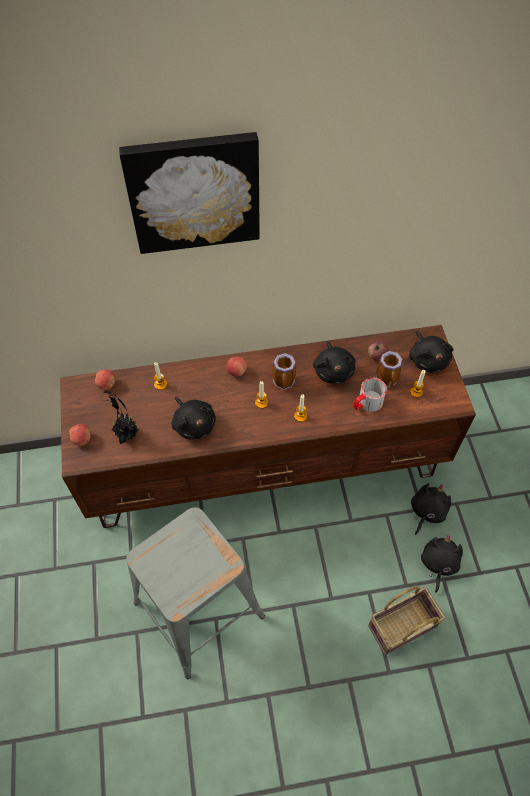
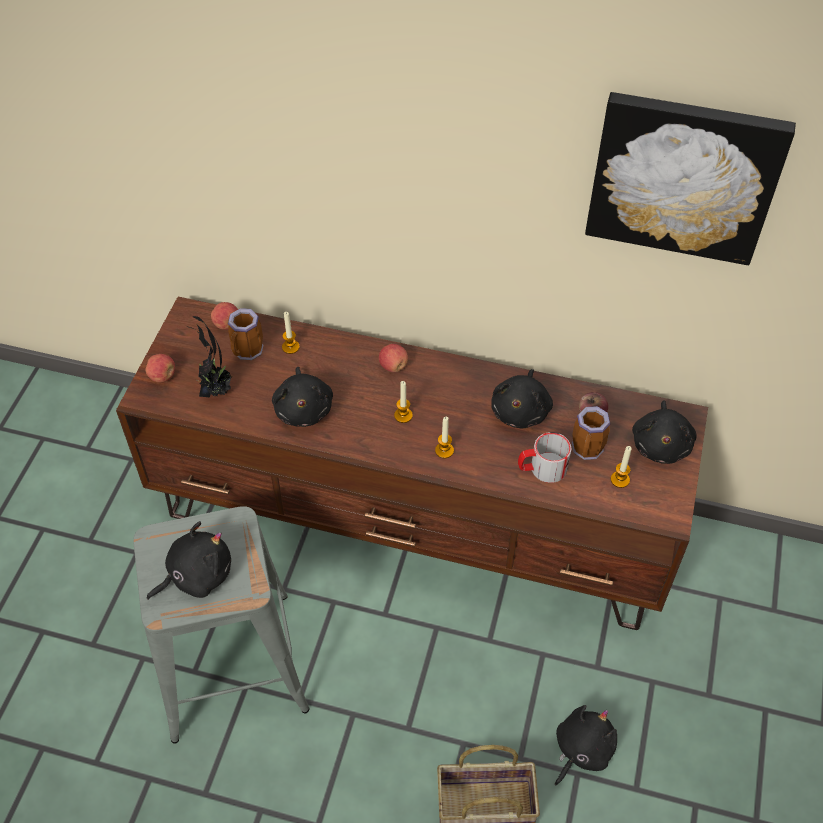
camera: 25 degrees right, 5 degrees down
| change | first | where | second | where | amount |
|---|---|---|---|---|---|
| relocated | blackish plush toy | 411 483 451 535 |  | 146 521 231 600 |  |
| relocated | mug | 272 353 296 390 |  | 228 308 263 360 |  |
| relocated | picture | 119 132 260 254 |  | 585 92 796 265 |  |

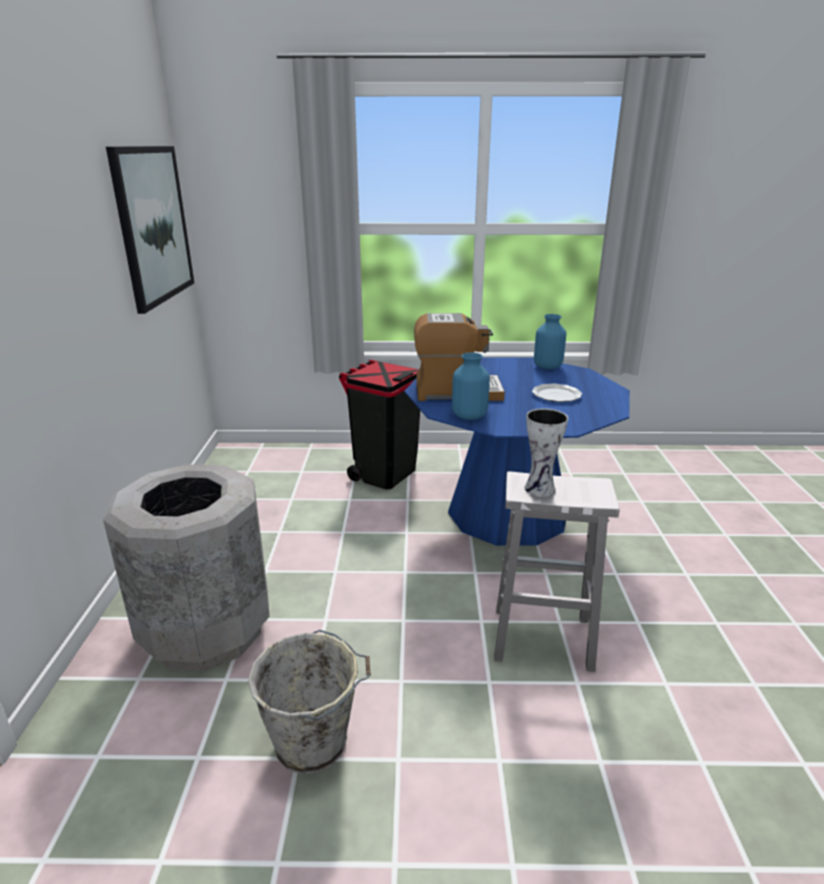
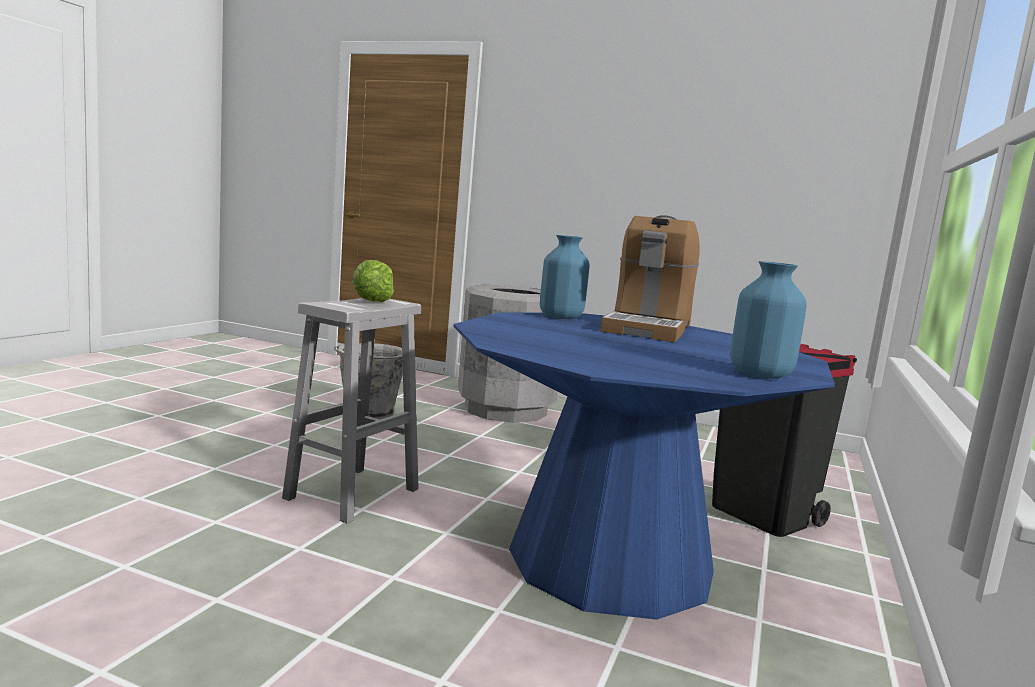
camera: 110 degrees right, 15 degrees down
| change | first | where | second | where | amount |
|---|---|---|---|---|---|
| exchanged | flower vase | 524 408 568 497 | lettuce | 352 260 394 302 |  |
| missing | picture | 106 146 194 314 |  |  |  |
| missing | plate | 532 384 582 402 |  |  |  |

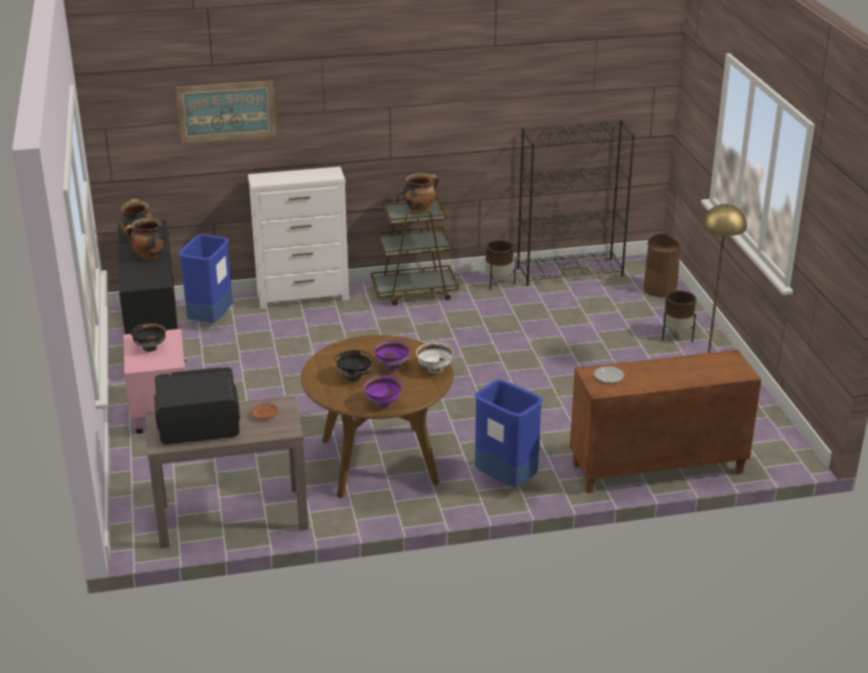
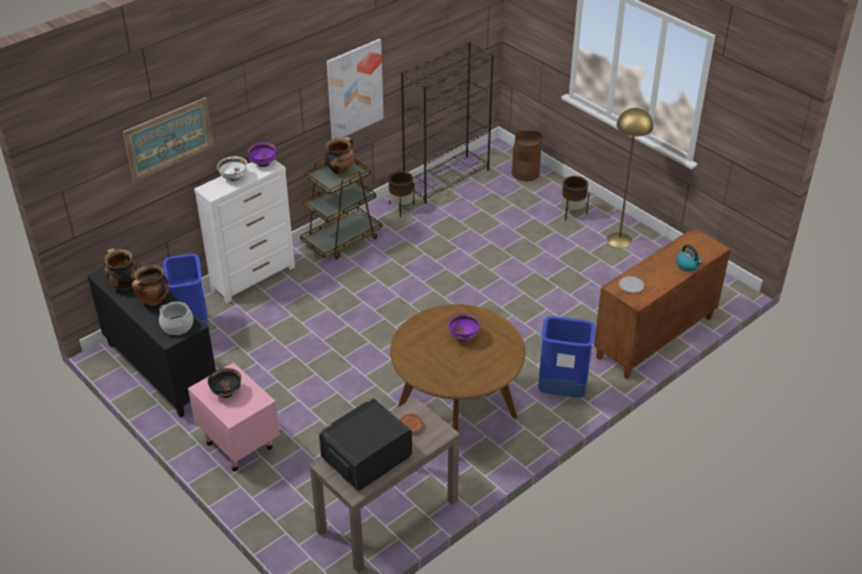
camera: 30 degrees left, 10 degrees up
| change | first | where | second | where | amount |
|---|---|---|---|---|---|
| appeared |  |  | cooking pot | 159 301 193 335 |  |
| relocated | white bowl | 416 342 454 373 |  | 217 156 247 182 |  |
| relocated | purple bowl | 363 375 402 408 |  | 247 142 276 167 |  |
| appeared |  |  | picture | 327 39 384 139 |  |
| appeared |  |  | water kettle | 676 244 702 271 |  |
| missing | blackish bowl | 335 350 373 381 |  |  |  |

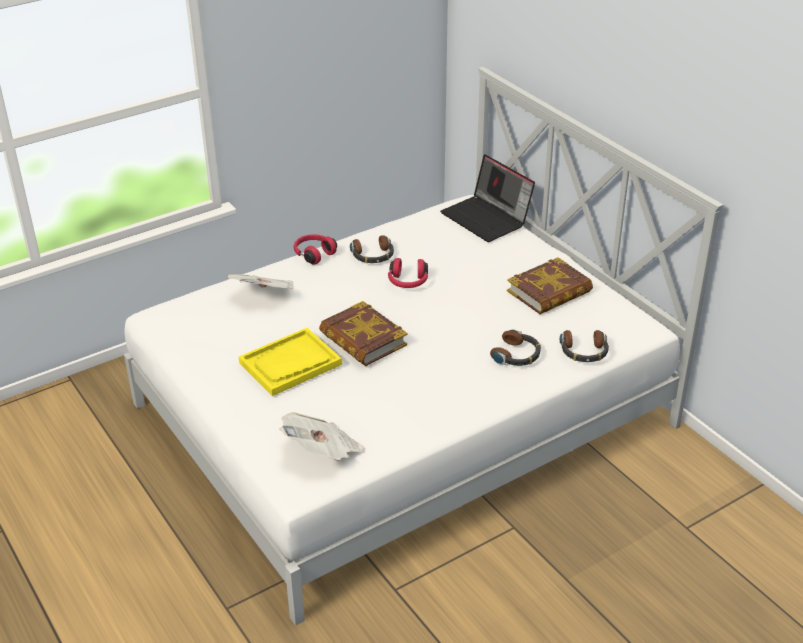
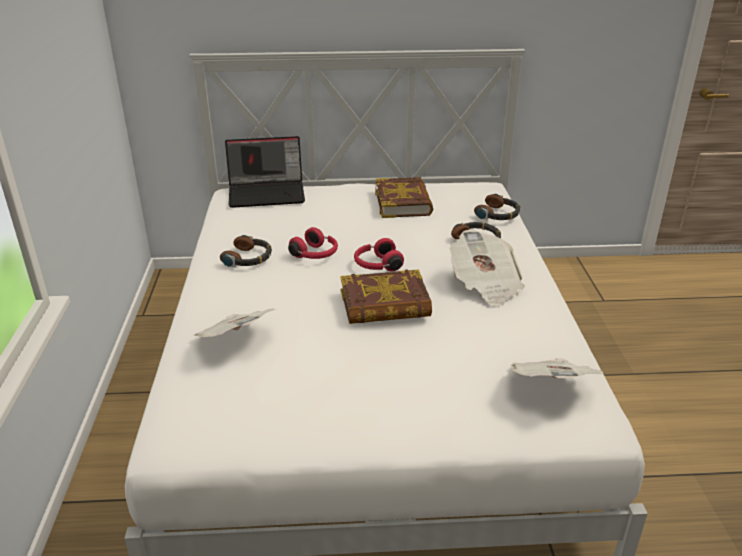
camera: 60 degrees left, 5 degrees down
| change | first | where | second | where | amount |
|---|---|---|---|---|---|
| relocated | red headset | 294 234 337 264 |  | 354 238 404 271 |  |
| appeared |  |  | daily paper | 450 229 525 307 |  |
| missing | yellow tray | 239 328 342 396 |  |  |  |

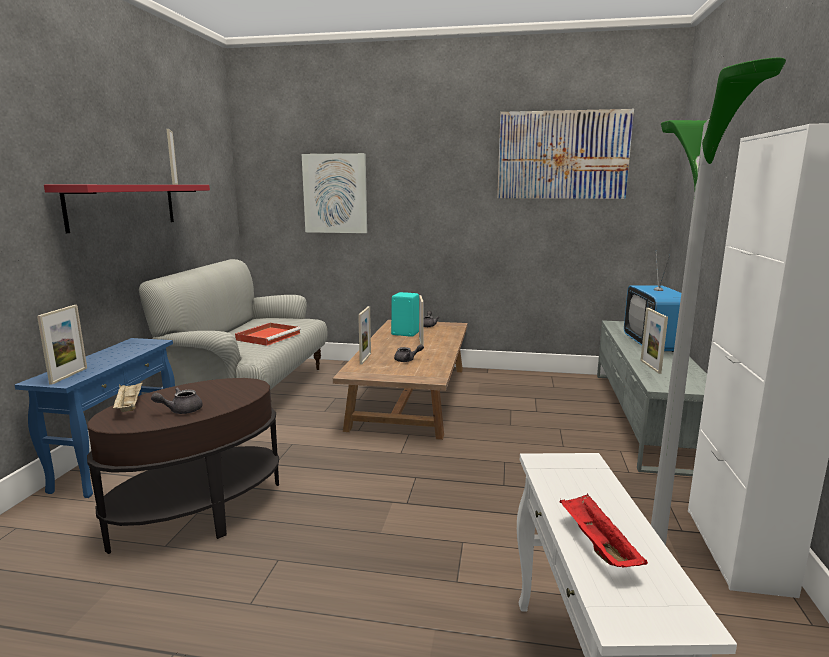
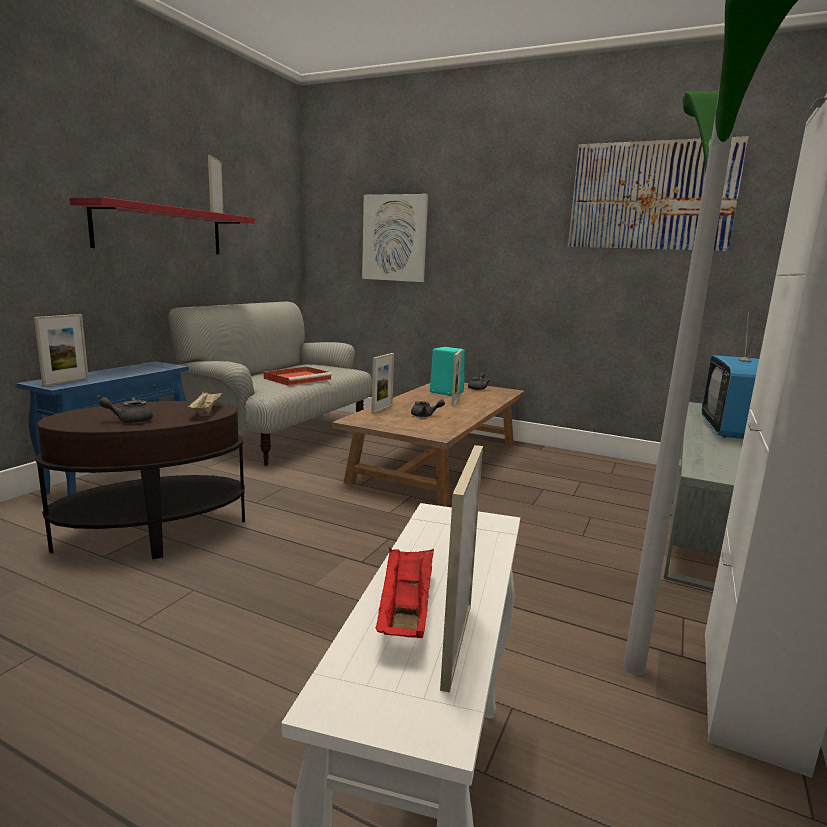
camera: 15 degrees right, 0 degrees up
| change | first | where | second | where | amount |
|---|---|---|---|---|---|
| relocated | beige tray | 113 382 143 412 |  | 188 391 224 414 |  |
| relocated | photo frame | 640 308 668 374 |  | 440 445 483 693 |  |

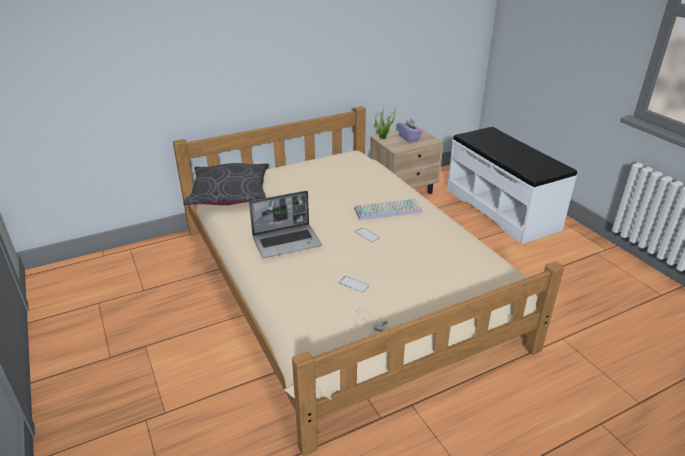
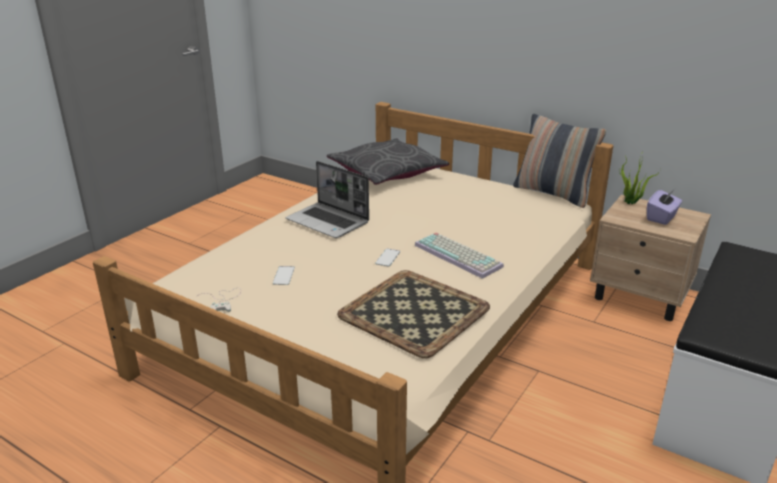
camera: 60 degrees right, 5 degrees down
| change | first | where | second | where | amount |
|---|---|---|---|---|---|
| appeared |  |  | tray | 337 270 490 358 |  |
| appeared |  |  | cushion | 513 114 606 208 |  |

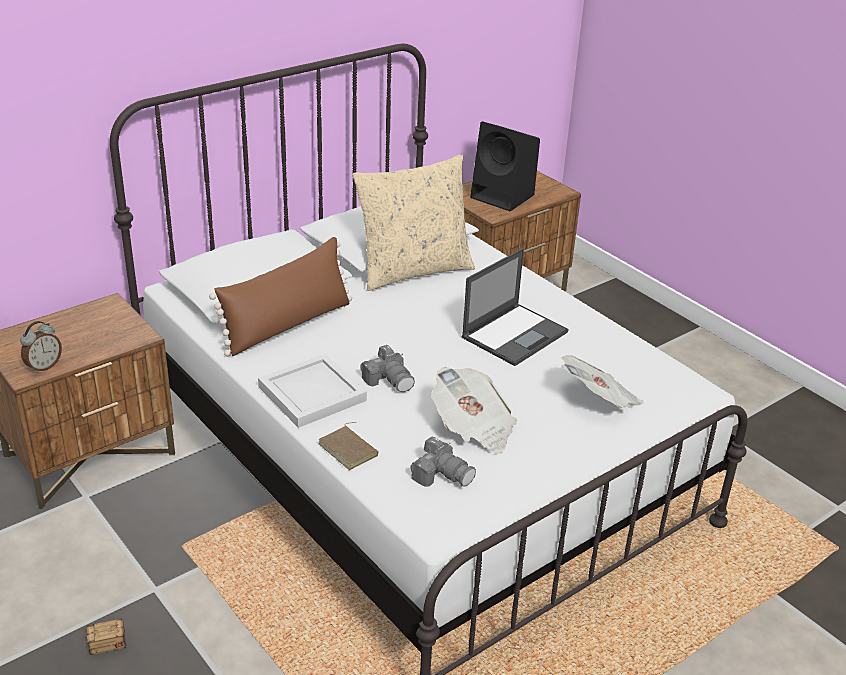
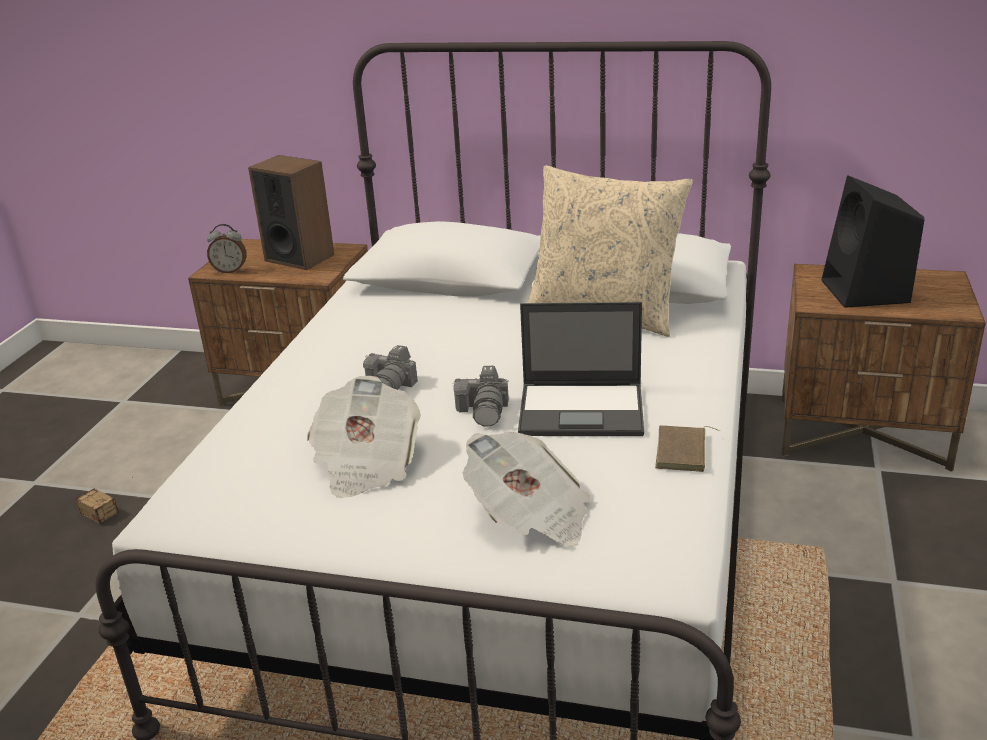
camera: 55 degrees right, 5 degrees down
| change | first | where | second | where | amount |
|---|---|---|---|---|---|
| appeared |  |  | audio speaker | 248 155 334 270 |  |
| relocated | photo camera | 410 437 476 487 |  | 453 366 509 427 |  |
| relocated | brownish volume | 318 422 379 470 |  | 655 425 720 472 |  |
| missing | brownish cushion | 209 237 352 357 |  |  |  |
| missing | white tray | 258 354 367 428 |  |  |  |

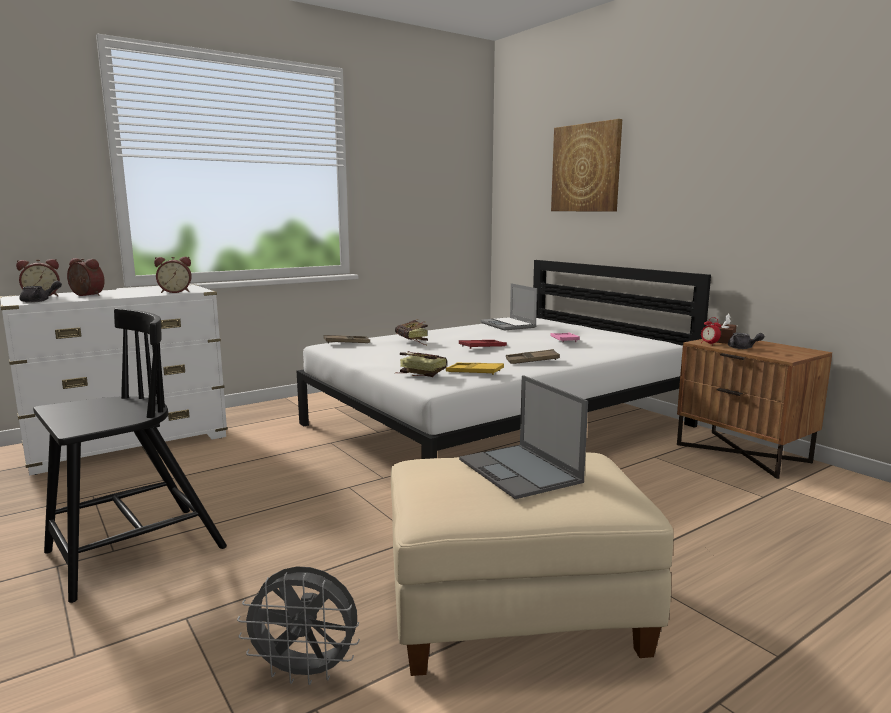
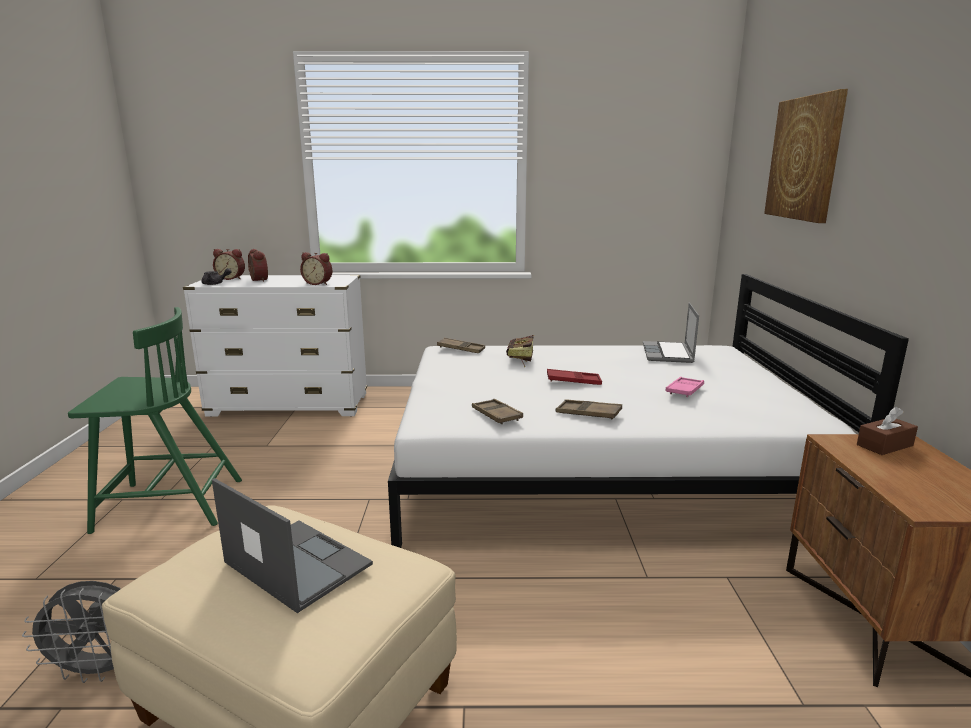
camera: 35 degrees right, 5 degrees up
| change | first | where | second | where | amount |
|---|---|---|---|---|---|
| spun | gray fan | 237 567 360 685 |  | 22 581 121 683 | 45 degrees counterclockwise |
| colour | blackish upright chair | 33 308 227 603 | green-coloured upright chair | 68 307 242 534 |  |
| spun | laptop | 459 375 588 499 |  | 212 478 373 613 | 120 degrees clockwise |
| colour | yellow tray | 446 363 504 375 | brownish tray | 472 399 523 424 |  |
| missing | volume | 395 351 447 377 |  |  |  |
| missing | table clock | 701 317 721 345 |  |  |  |
| missing | gray teapot | 728 333 764 349 |  |  |  |

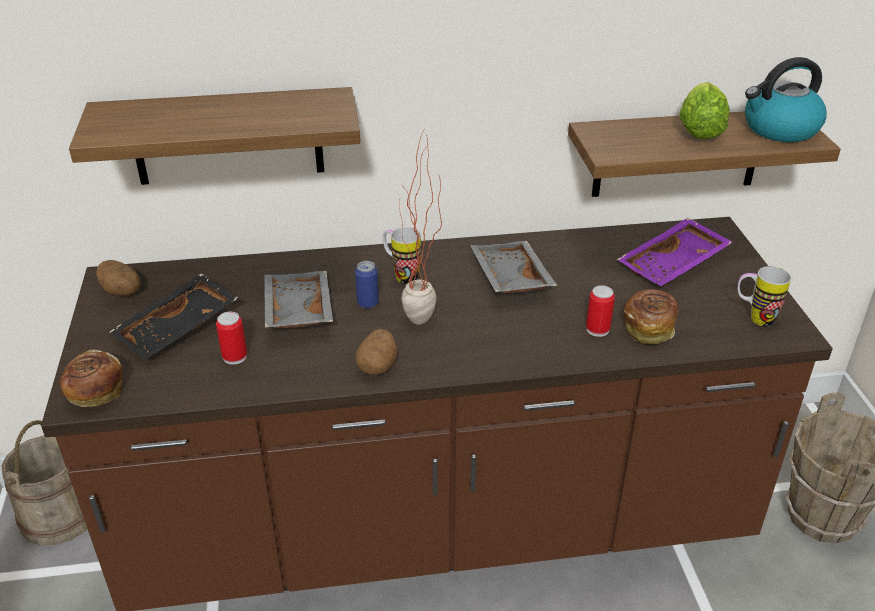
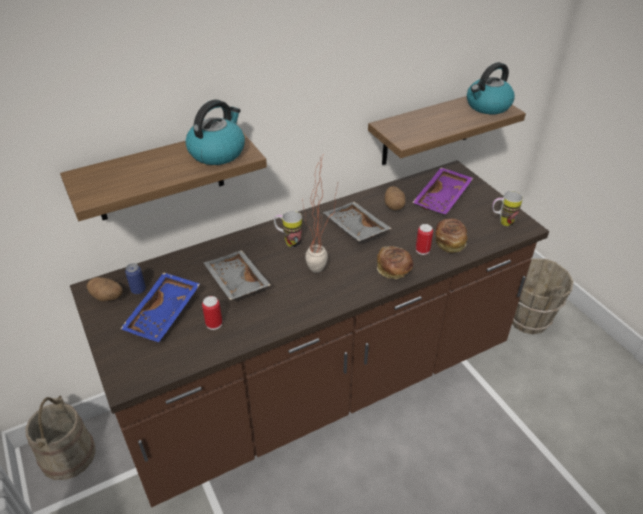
camera: 20 degrees left, 5 degrees up
| change | first | where | second | where | amount |
|---|---|---|---|---|---|
| colour | blackish tray | 110 274 238 360 | blue tray | 121 272 200 342 |  |
| relocated | can | 355 261 379 308 |  | 125 263 146 294 |  |
| appeared |  |  | water kettle | 186 100 245 165 |  |
| relocated | bakery bread | 60 349 122 407 |  | 377 246 413 279 |  |
| relocated | whole potato | 355 329 398 375 |  | 385 186 406 210 |  |
| missing | lettuce | 679 82 730 140 |  |  |  |

